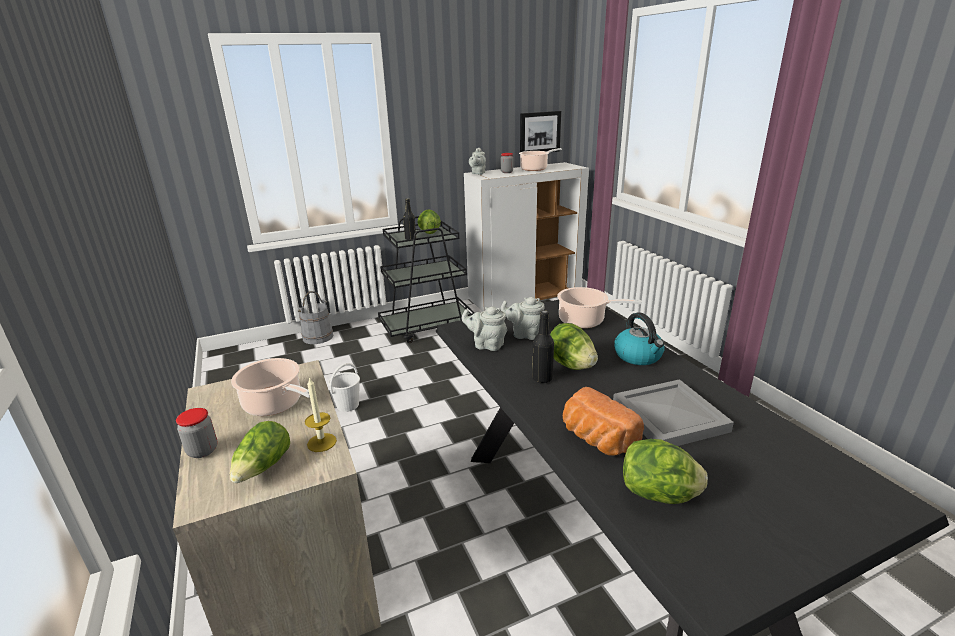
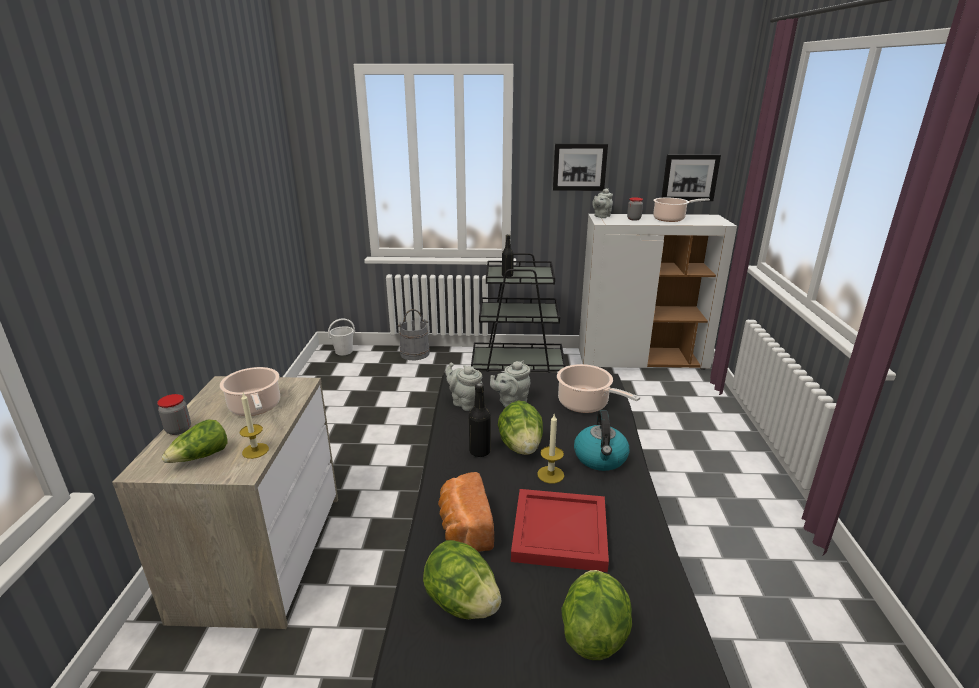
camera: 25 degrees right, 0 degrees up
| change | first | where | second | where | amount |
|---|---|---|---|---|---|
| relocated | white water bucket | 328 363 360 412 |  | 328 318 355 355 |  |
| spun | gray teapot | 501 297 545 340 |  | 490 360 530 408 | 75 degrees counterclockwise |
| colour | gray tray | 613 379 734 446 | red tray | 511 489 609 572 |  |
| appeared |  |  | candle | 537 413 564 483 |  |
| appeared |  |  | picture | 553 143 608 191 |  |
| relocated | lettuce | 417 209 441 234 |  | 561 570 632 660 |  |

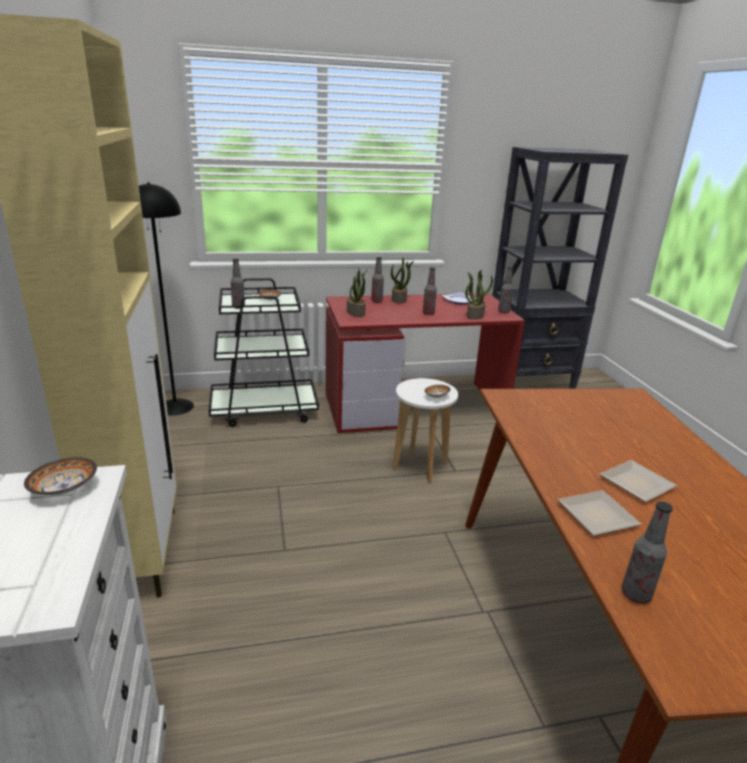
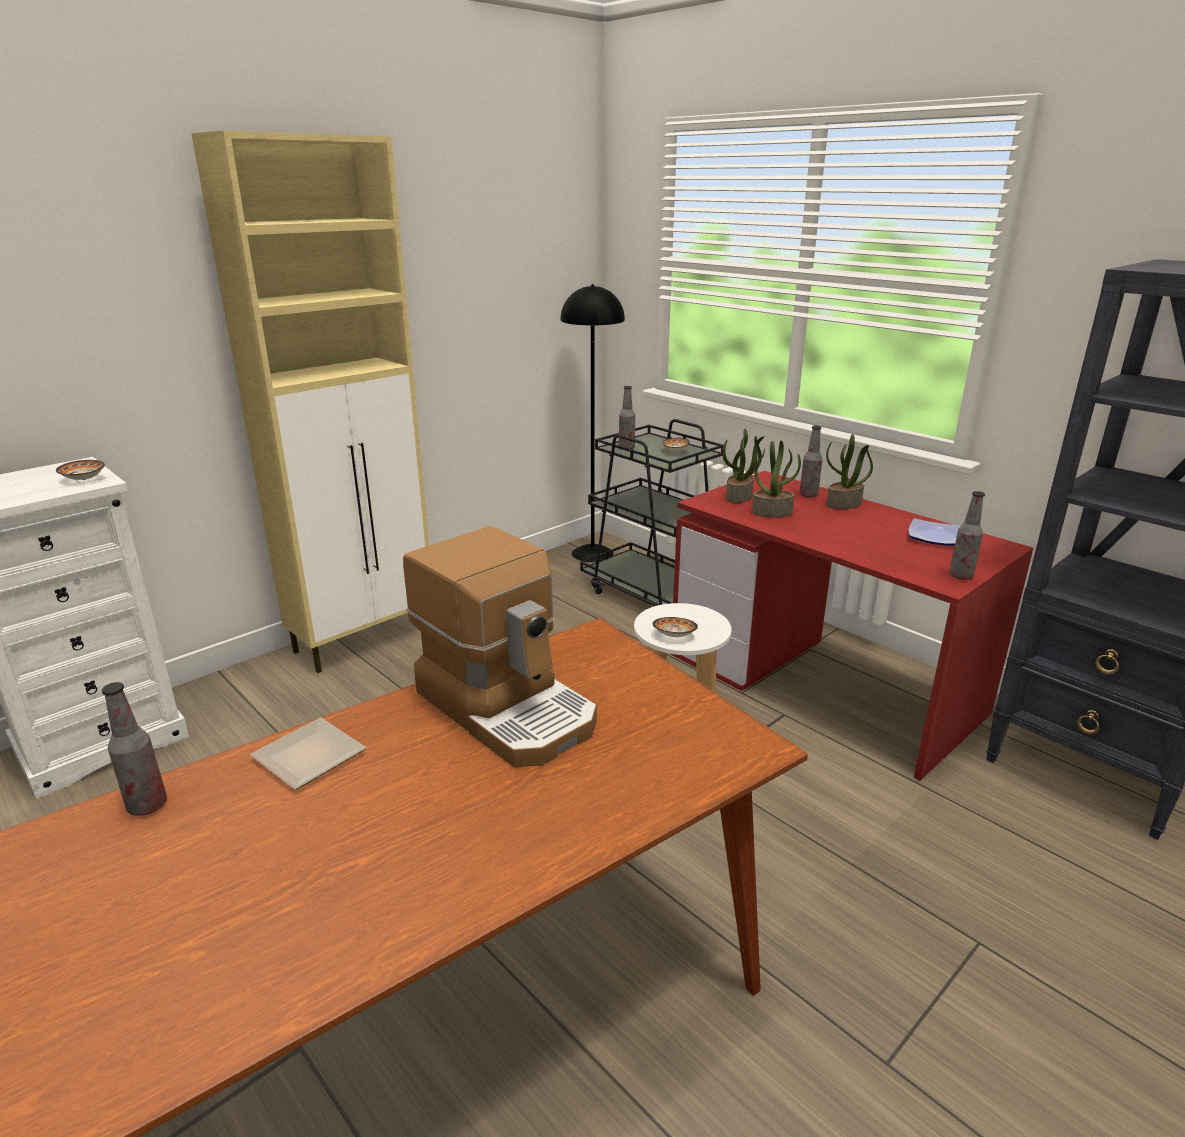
camera: 60 degrees right, 0 degrees up
| change | first | where | second | where | amount |
|---|---|---|---|---|---|
| appeared |  |  | coffee maker | 403 526 597 767 |  |
| relocated | houseplant | 465 270 493 320 |  | 752 441 801 517 |  |
| missing | drink bottle | 423 267 437 315 |  |  |  |
| missing | plate | 600 460 677 502 |  |  |  |

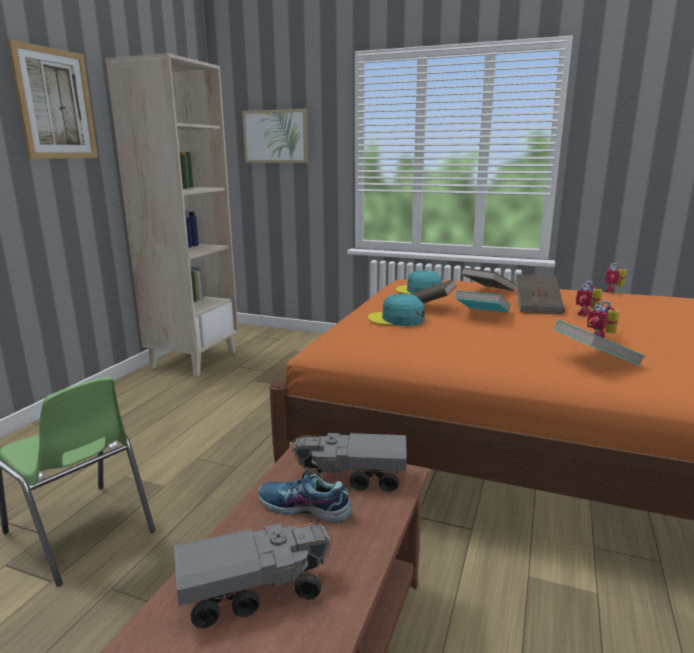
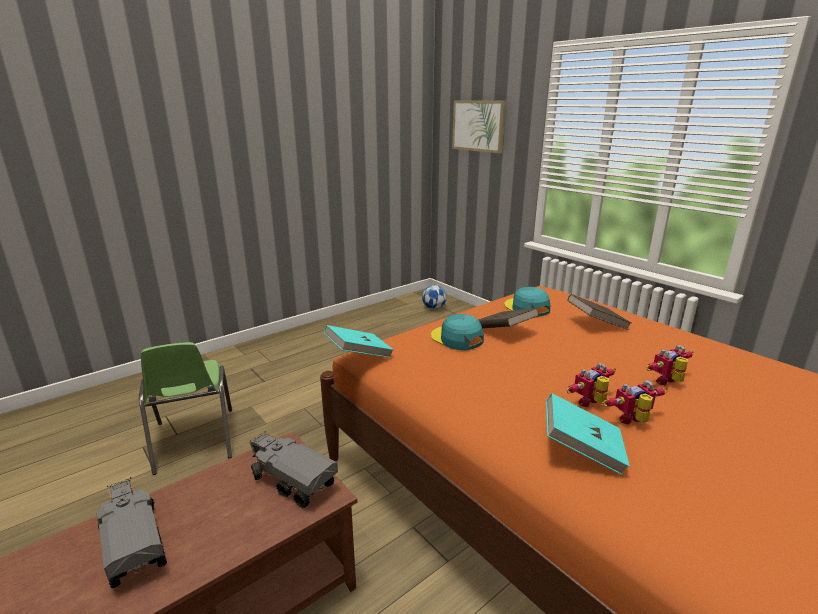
camera: 30 degrees right, 5 degrees up
| change | first | where | second | where | amount |
|---|---|---|---|---|---|
| spun | toy truck | 174 520 333 629 |  | 97 477 167 588 | 135 degrees counterclockwise |
| relocated | blue-green volume | 455 290 511 313 |  | 324 325 394 358 |  |
| appeared |  |  | football ball | 422 285 447 309 |  |
| relocated | model robot | 605 263 627 293 |  | 566 363 616 407 |  |
| missing | picture | 7 39 98 159 |  |  |  |
| missing | beige shelving unit | 105 53 238 376 |  |  |  |
| missing | low shoe | 258 474 353 523 |  |  |  |
| missing | brownish volume | 515 274 565 314 |  |  |  |

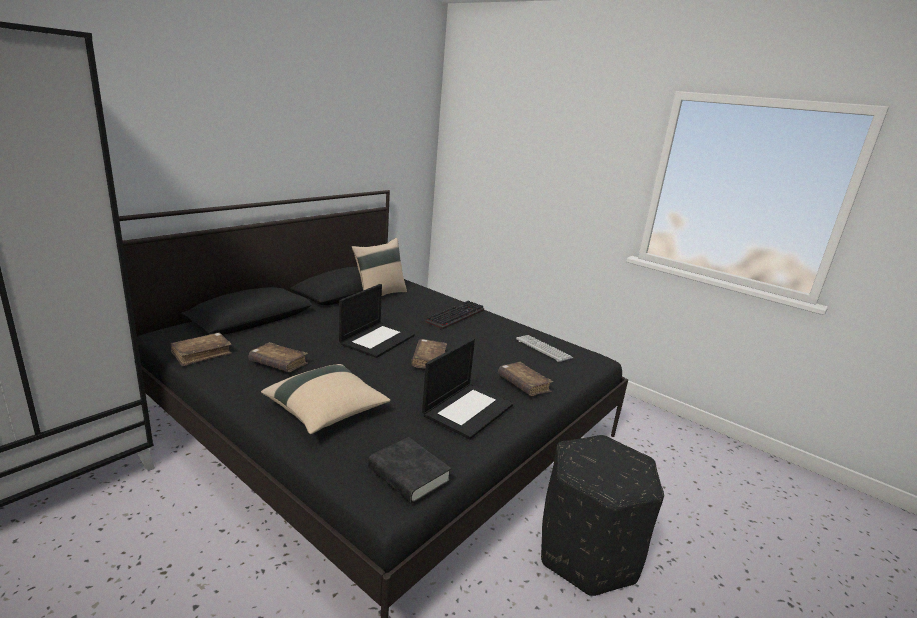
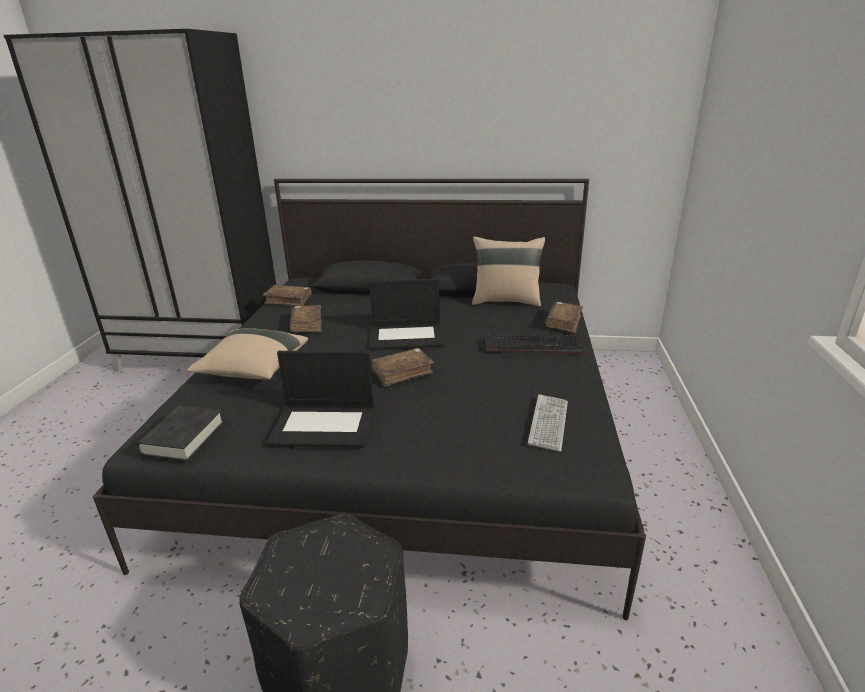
camera: 60 degrees right, 5 degrees up
| change | first | where | second | where | amount |
|---|---|---|---|---|---|
| relocated | brownish volume | 498 362 553 396 |  | 545 302 583 334 |  |

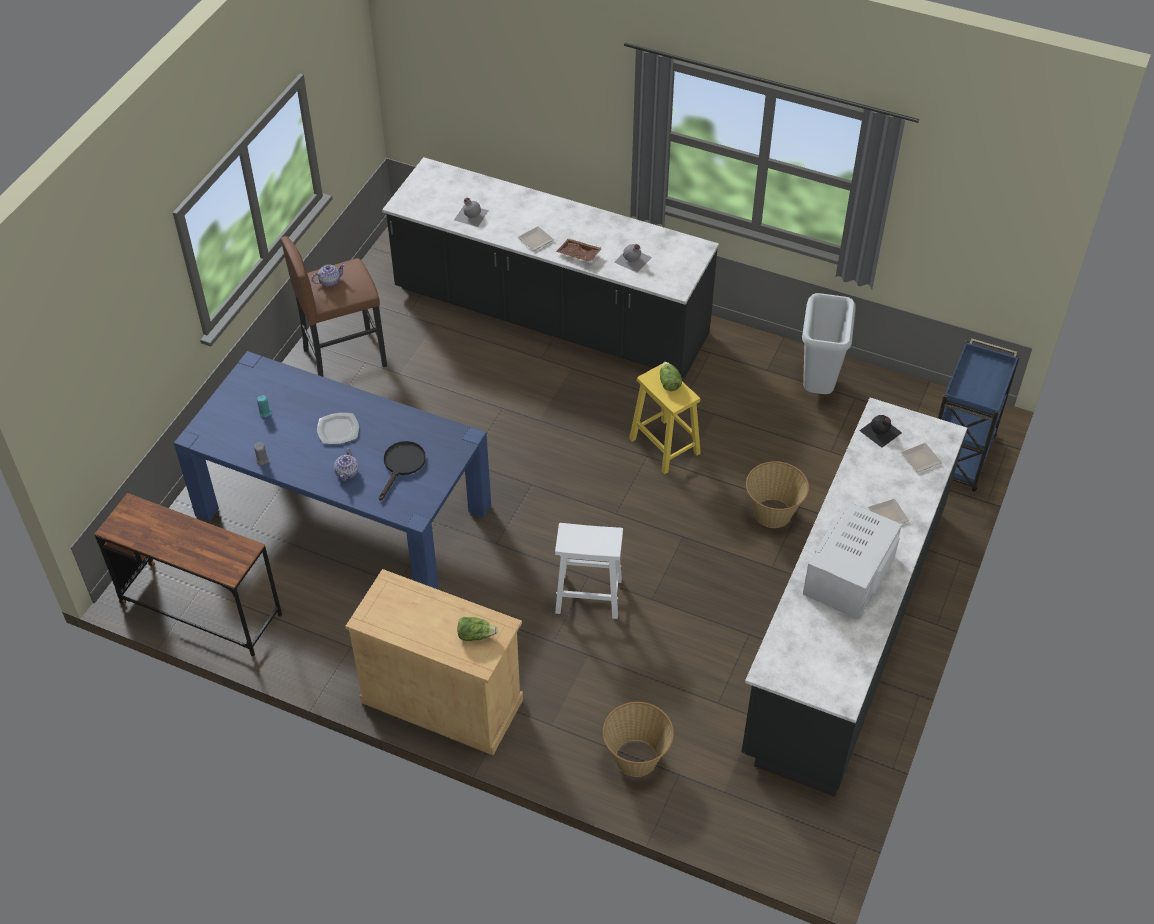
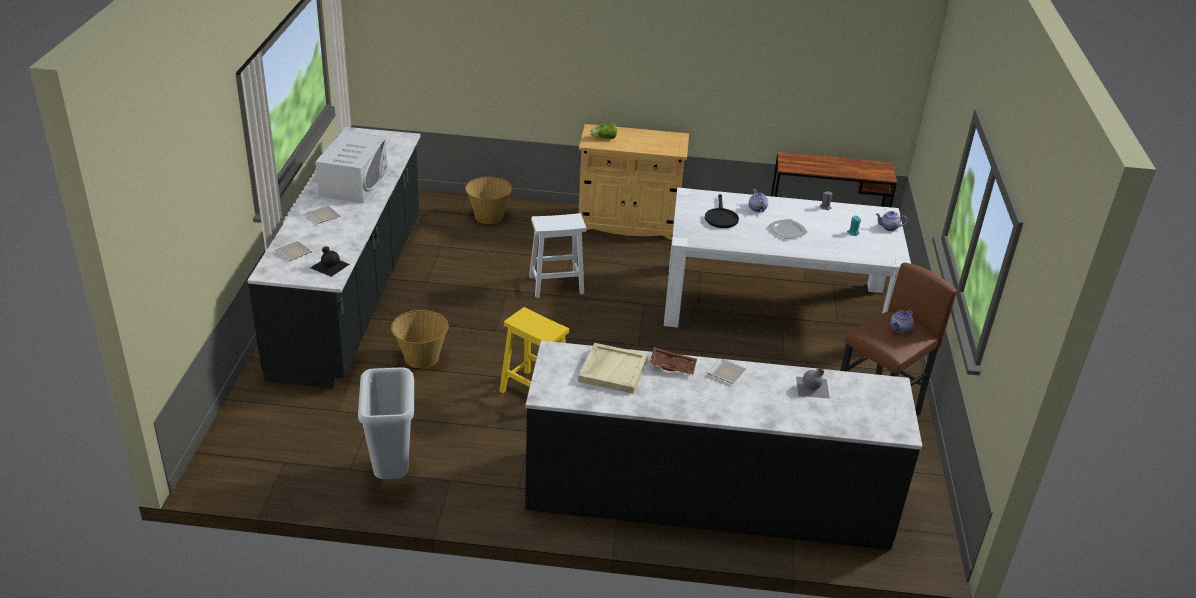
camera: 160 degrees right, 15 degrees down
| change | first | where | second | where | amount |
|---|---|---|---|---|---|
| exchanged | gray drink bottle | 614 244 652 273 | beige tray | 578 343 648 394 |  |
| colour | blue dinner table | 174 351 491 590 | white dinner table | 664 188 911 328 |  |
| appeared |  |  | teapot | 876 211 908 231 |  |
| missing | lettuce | 660 362 682 391 |  |  |  |
| missing | blue wheeled cart | 938 338 1020 492 |  |  |  |

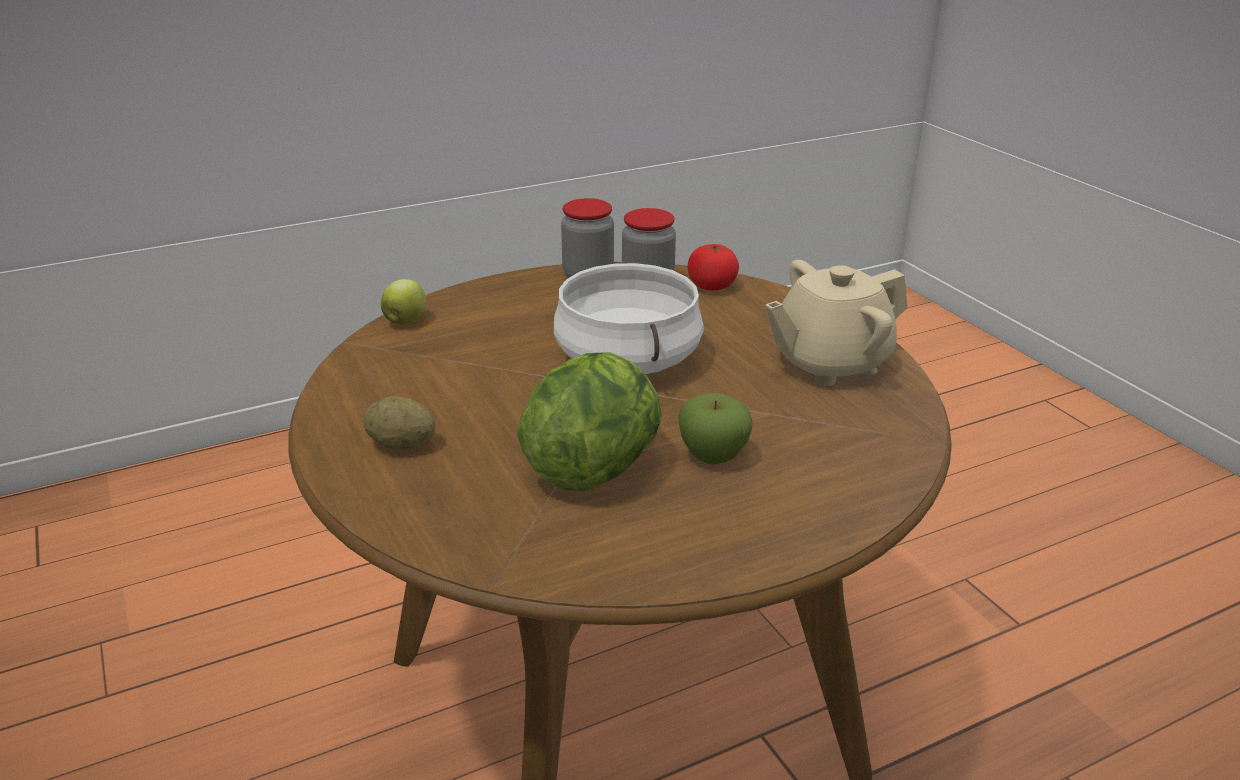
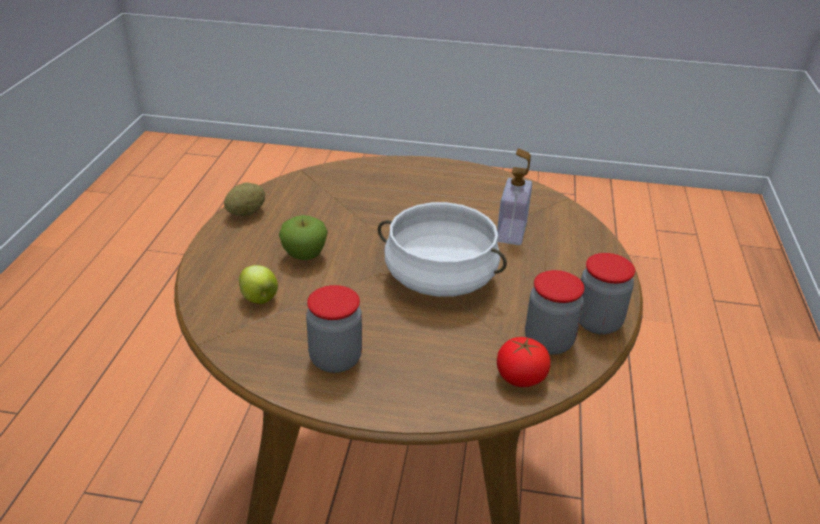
camera: 125 degrees right, 5 degrees up
| change | first | where | second | where | amount |
|---|---|---|---|---|---|
| relocated | whole potato | 363 396 435 450 |  | 224 183 265 216 |  |
| relocated | apple | 381 279 426 324 |  | 239 265 278 304 |  |
| exchanged | beige teapot | 765 260 907 386 | preserve jar | 306 285 362 373 |  |
| appeared |  |  | liquid soap bottle | 497 148 532 245 |  |
| missing | lettuce | 517 352 661 491 |  |  |  |

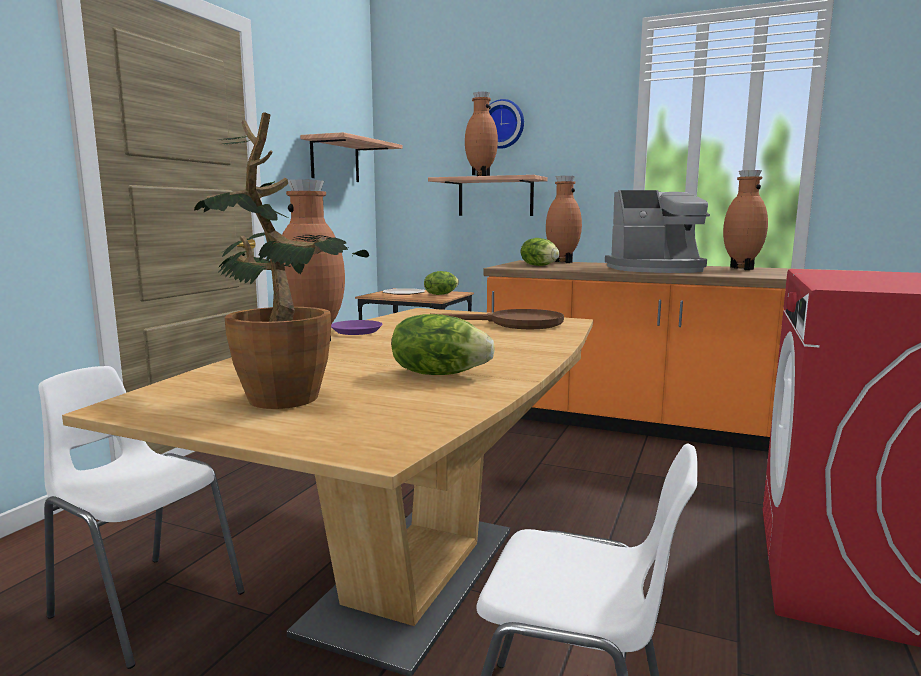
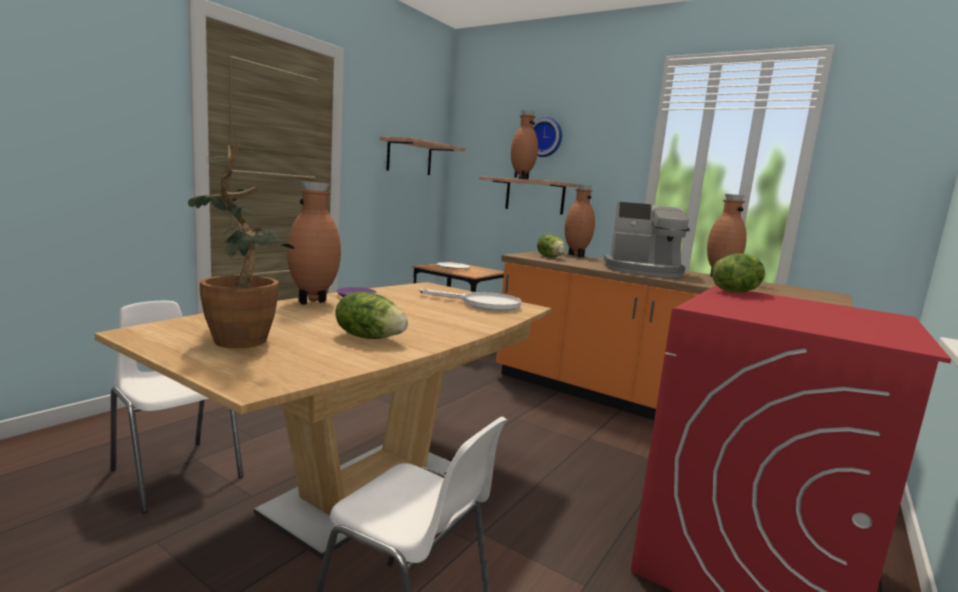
camera: 10 degrees right, 0 degrees up
| change | first | where | second | where | amount |
|---|---|---|---|---|---|
| colour | brownish frying pan | 430 309 564 329 | white frying pan | 419 289 521 311 |  |
| relocated | lettuce | 424 271 459 295 |  | 712 254 765 293 |  |

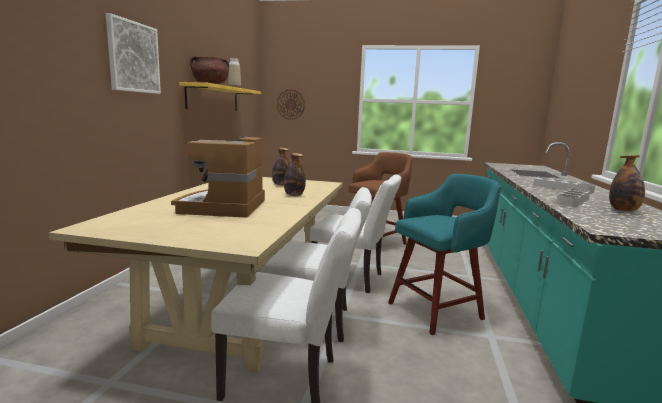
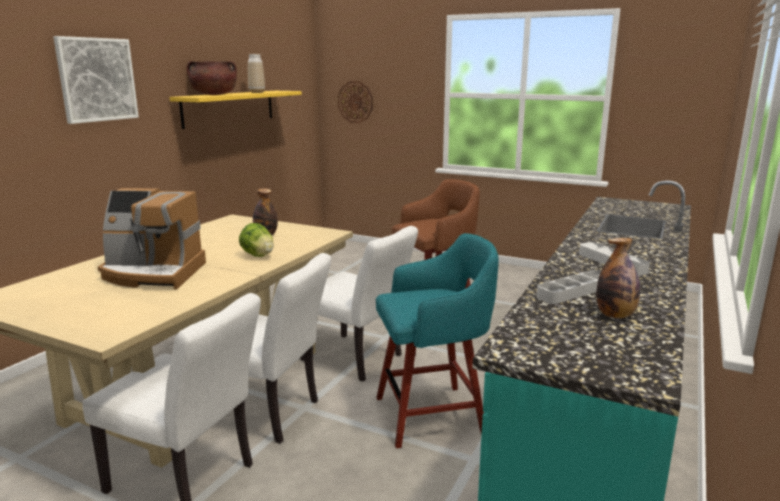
camera: 15 degrees right, 5 degrees up
| change | first | where | second | where | amount |
|---|---|---|---|---|---|
| spun | coffee maker | 171 136 265 218 |  | 98 188 206 290 | 105 degrees counterclockwise |
| exchanged | drink bottle | 284 153 306 196 | lettuce | 239 223 274 257 |  |

